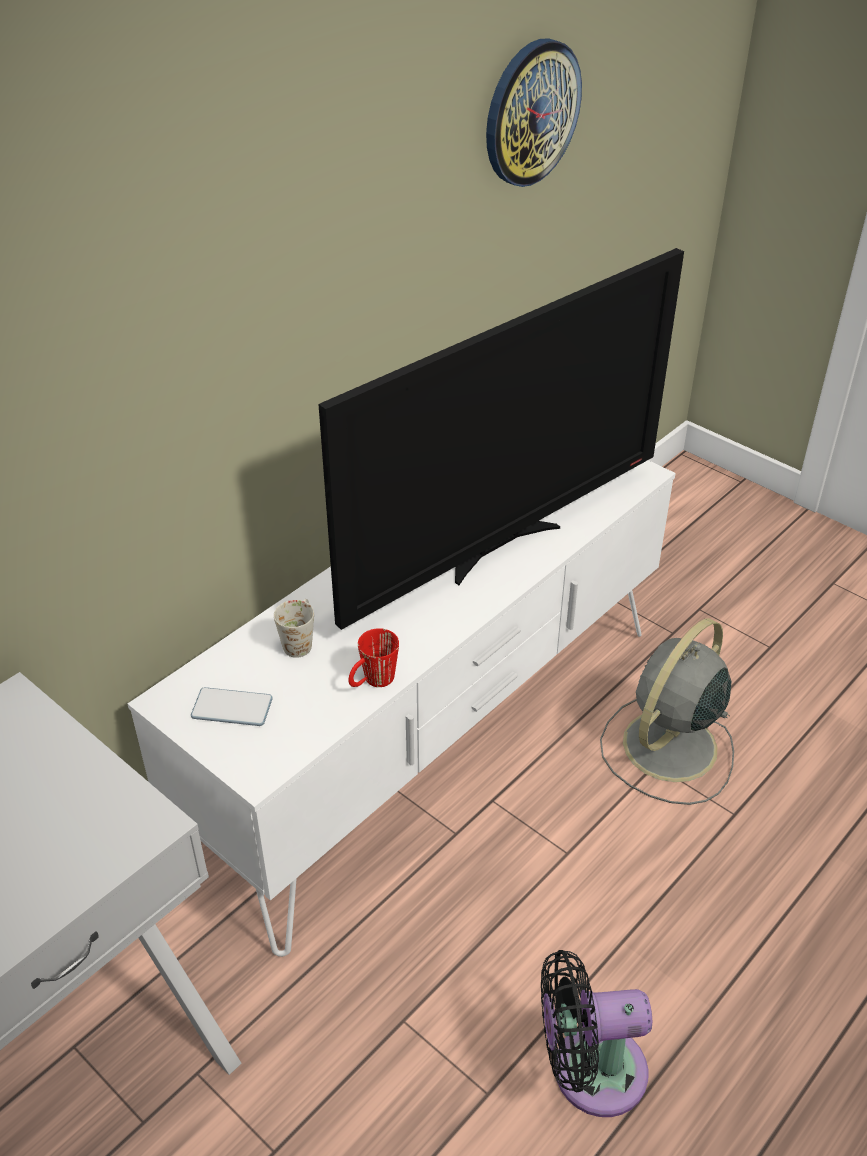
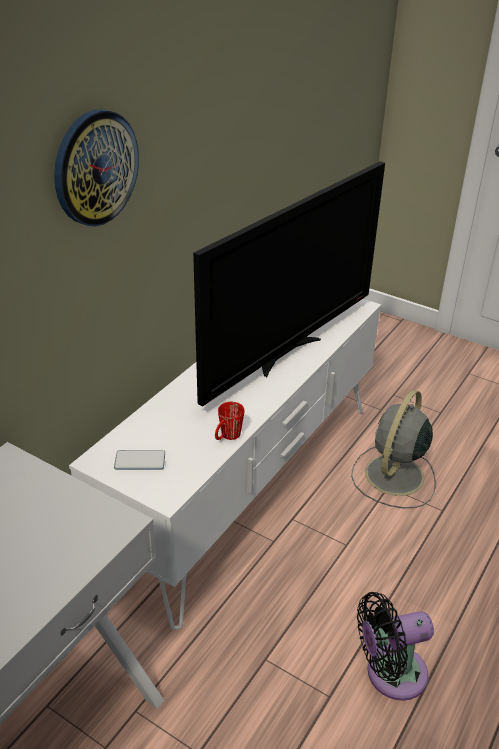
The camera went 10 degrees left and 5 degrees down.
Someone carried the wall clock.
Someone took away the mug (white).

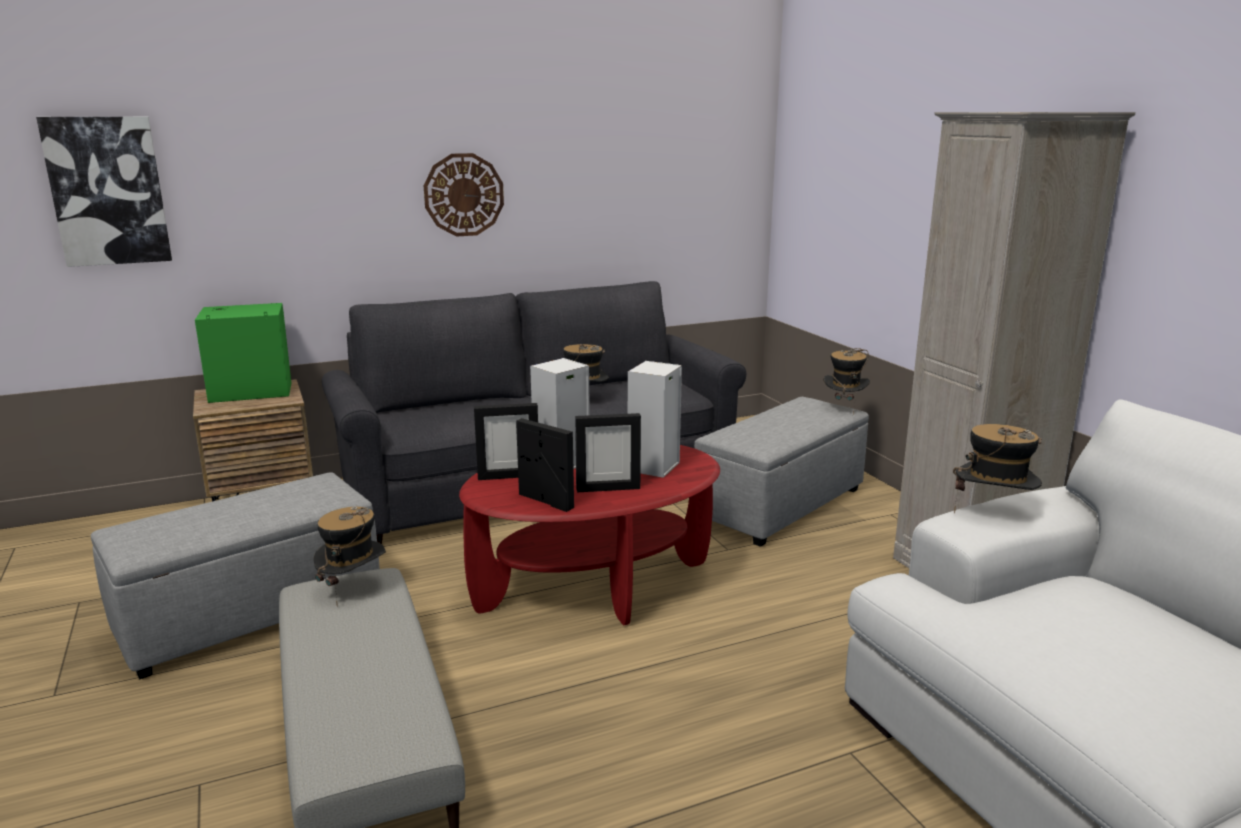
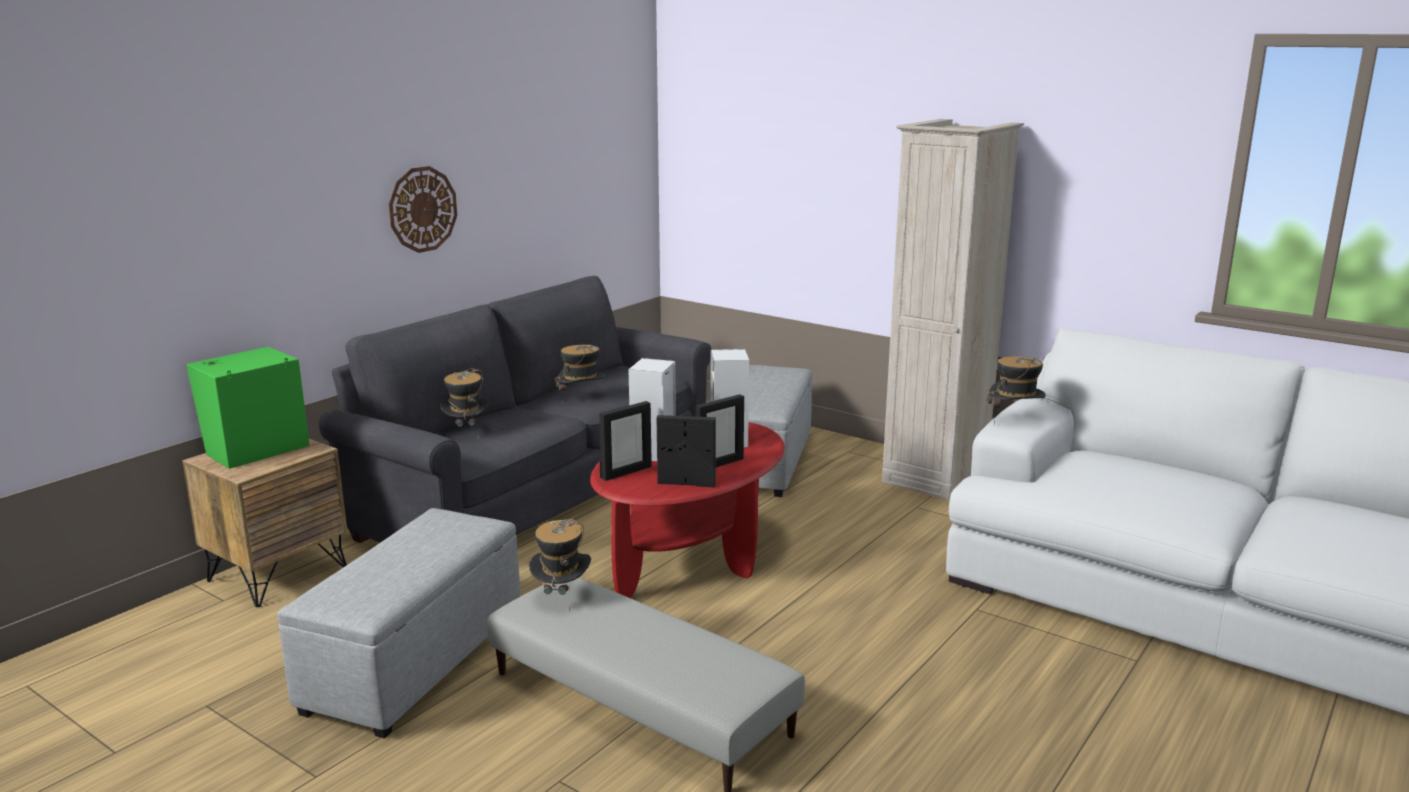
The camera went 30 degrees left and 0 degrees up.
Someone carried the hat (3rd from left in the first image).
Someone took away the picture.

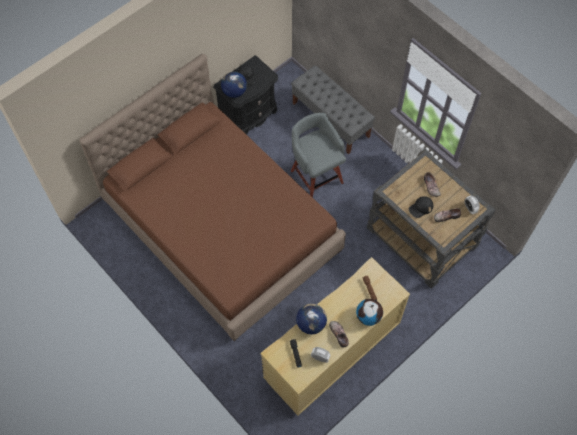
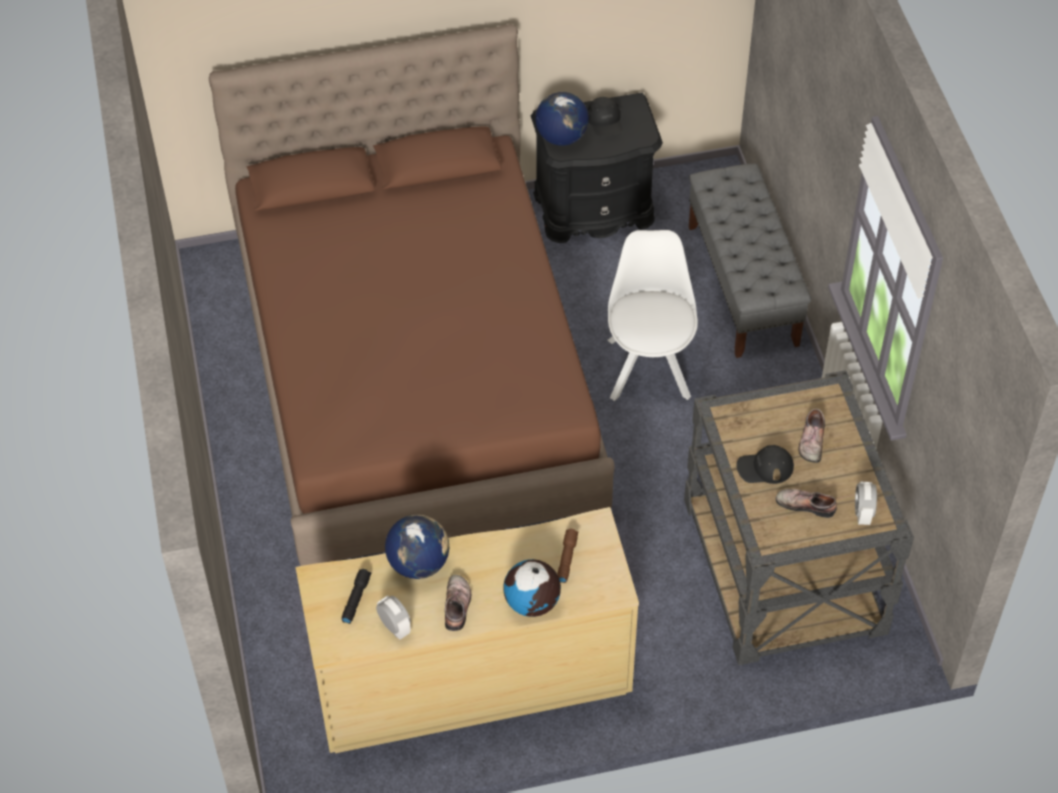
The camera went 30 degrees right and 10 degrees down.
Someone swapped the stool (grey) for the chair (white).

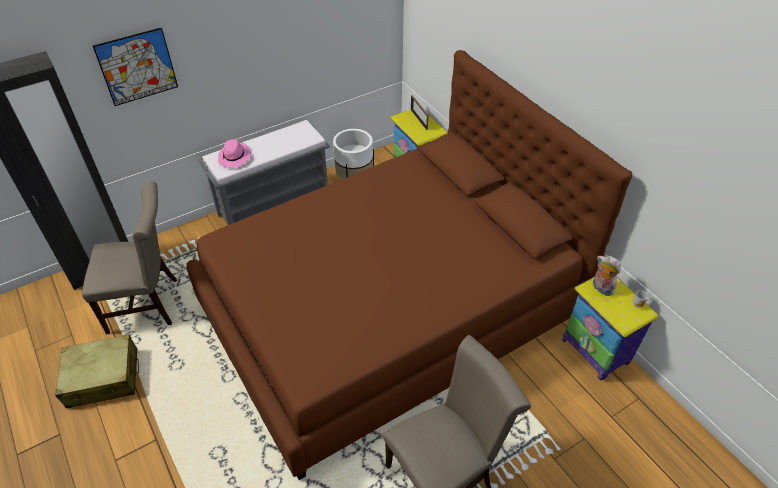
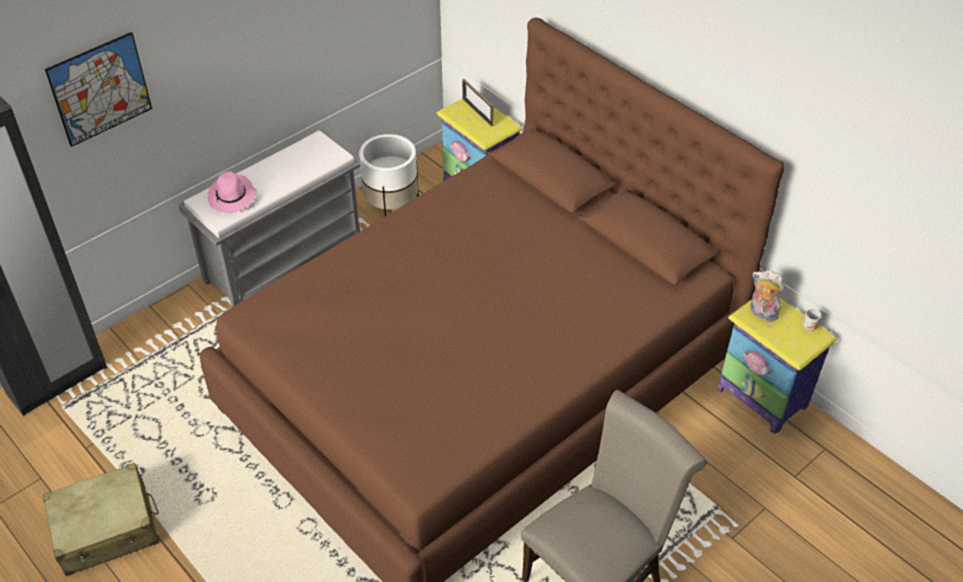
The camera went 10 degrees left and 0 degrees up.
Someone took away the chair (beige) (1st from left).

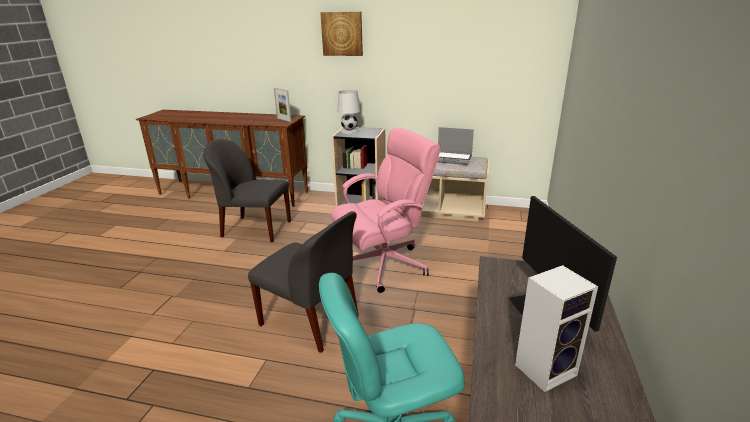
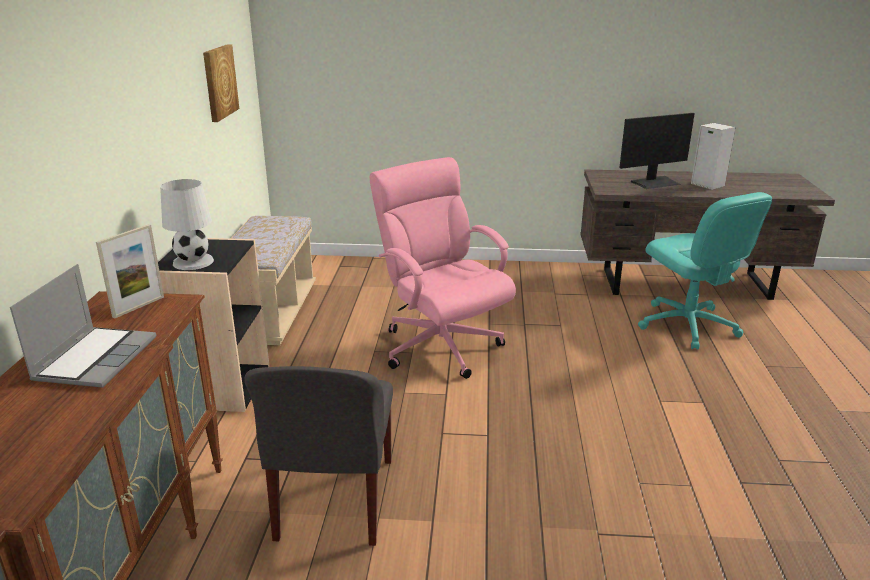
The camera went 100 degrees left and 0 degrees up.
Someone carried the laptop.
Someone carried the picture.
Someone took away the chair (grey) (2nd from left).

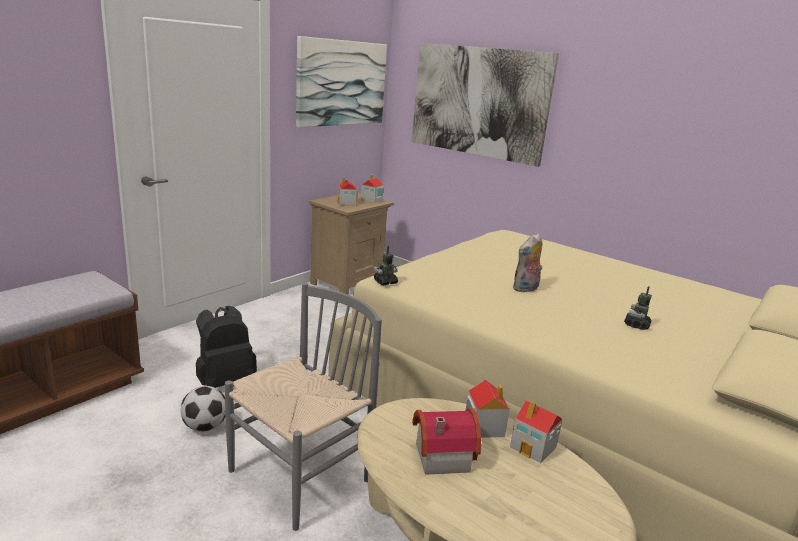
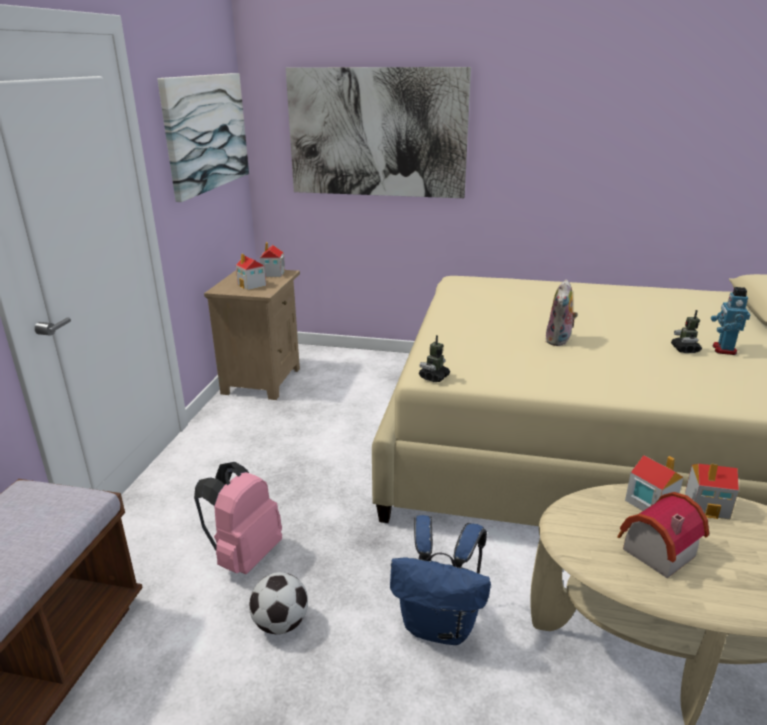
The camera went 25 degrees left and 5 degrees up.
Someone repainted the backpack (black), which became the backpack (pink).
Someone swapped the chair (grey) for the backpack (blue).
Someone put down the toy robot (3rd from left).

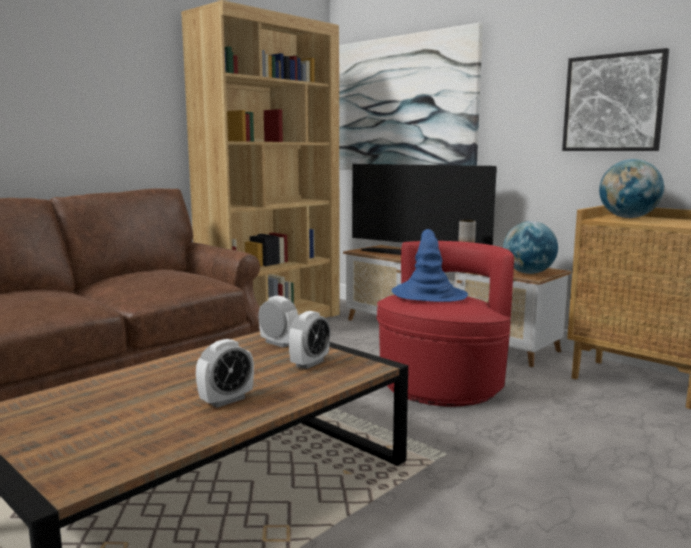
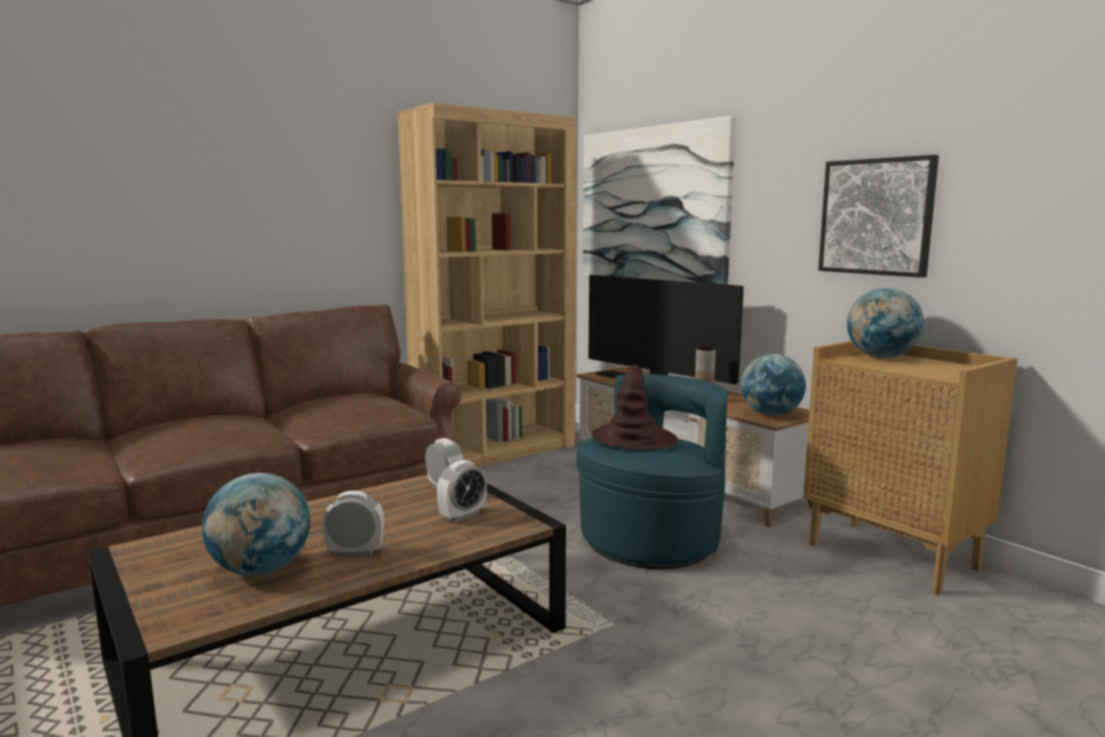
The camera went 10 degrees right and 0 degrees up.
Someone put down the globe (1st from left).
Someone rotated the alarm clock (1st from left) by 150 degrees counterclockwise.
Someone repainted the armchair (red), which became the armchair (turquoise).
Someone repainted the hat (blue), which became the hat (brown).

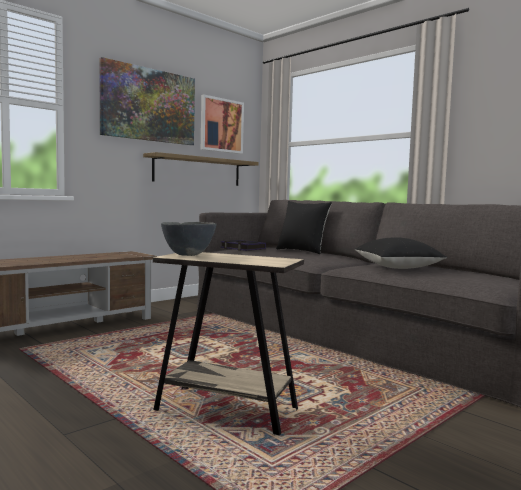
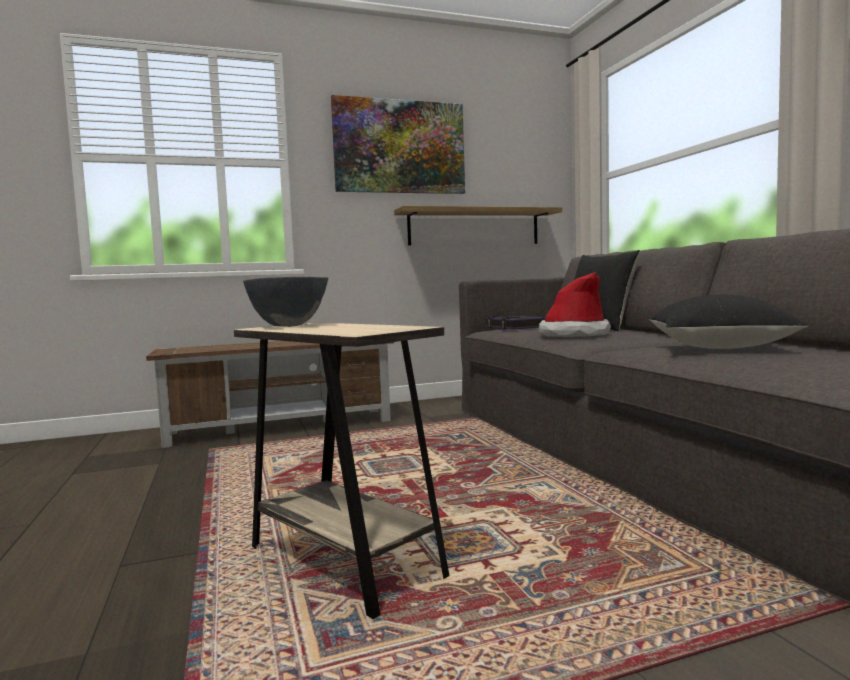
The camera went 25 degrees right and 0 degrees up.
Someone put down the hat.
Someone took away the picture (2nd from left).

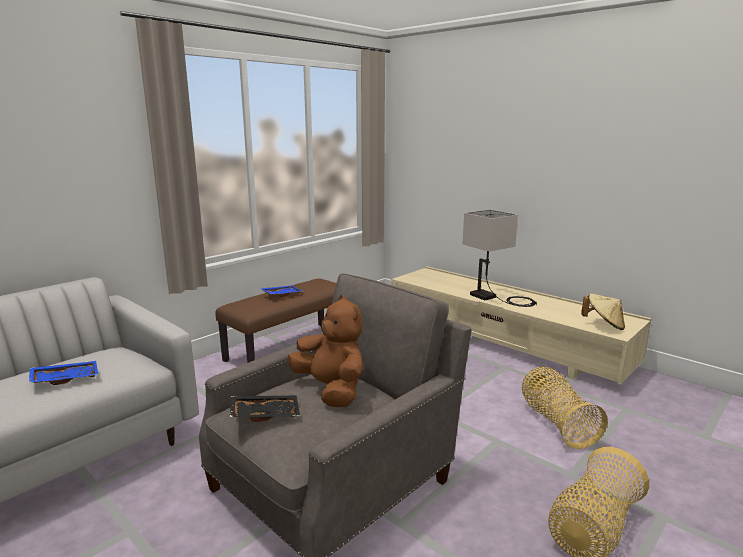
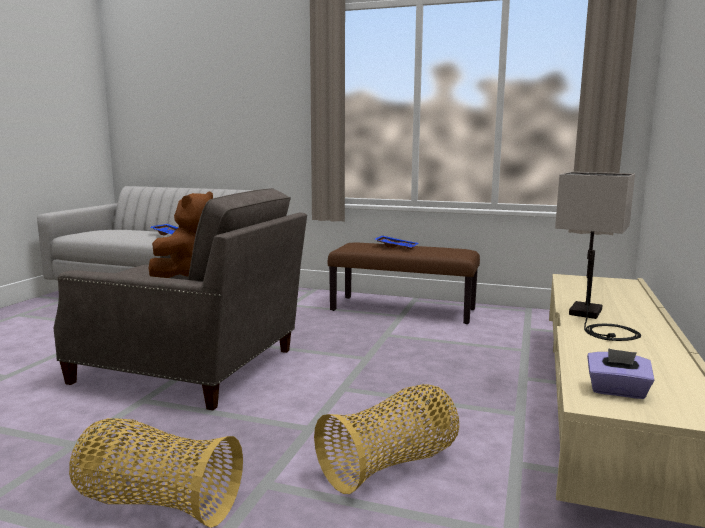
The camera went 65 degrees right and 5 degrees down.
Someone swapped the hat (beige) for the tissue box (purple).
Someone took away the tray (black).

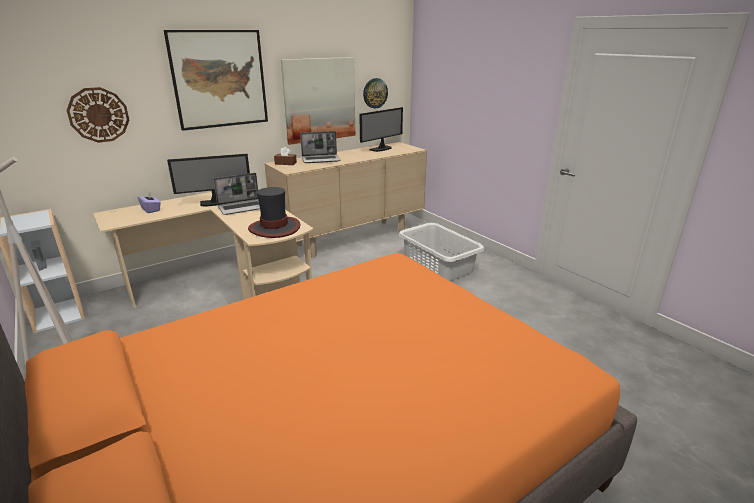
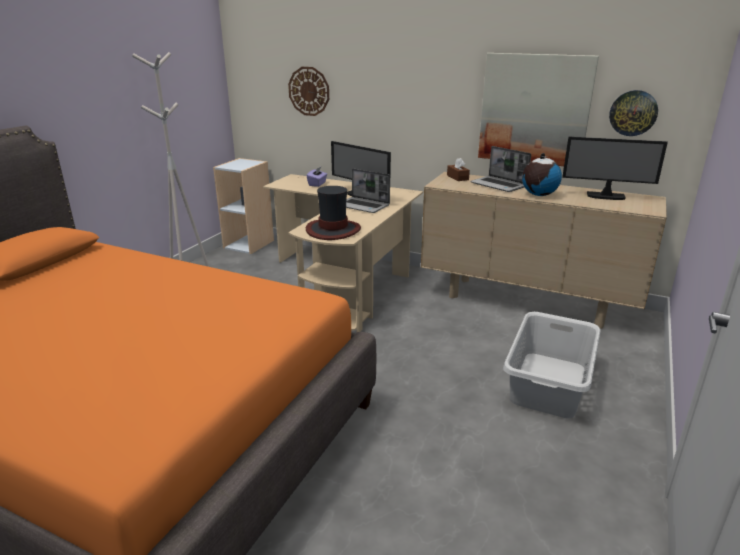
The camera went 60 degrees right and 0 degrees up.
Someone put down the globe.
Someone took away the picture (1st from left).

